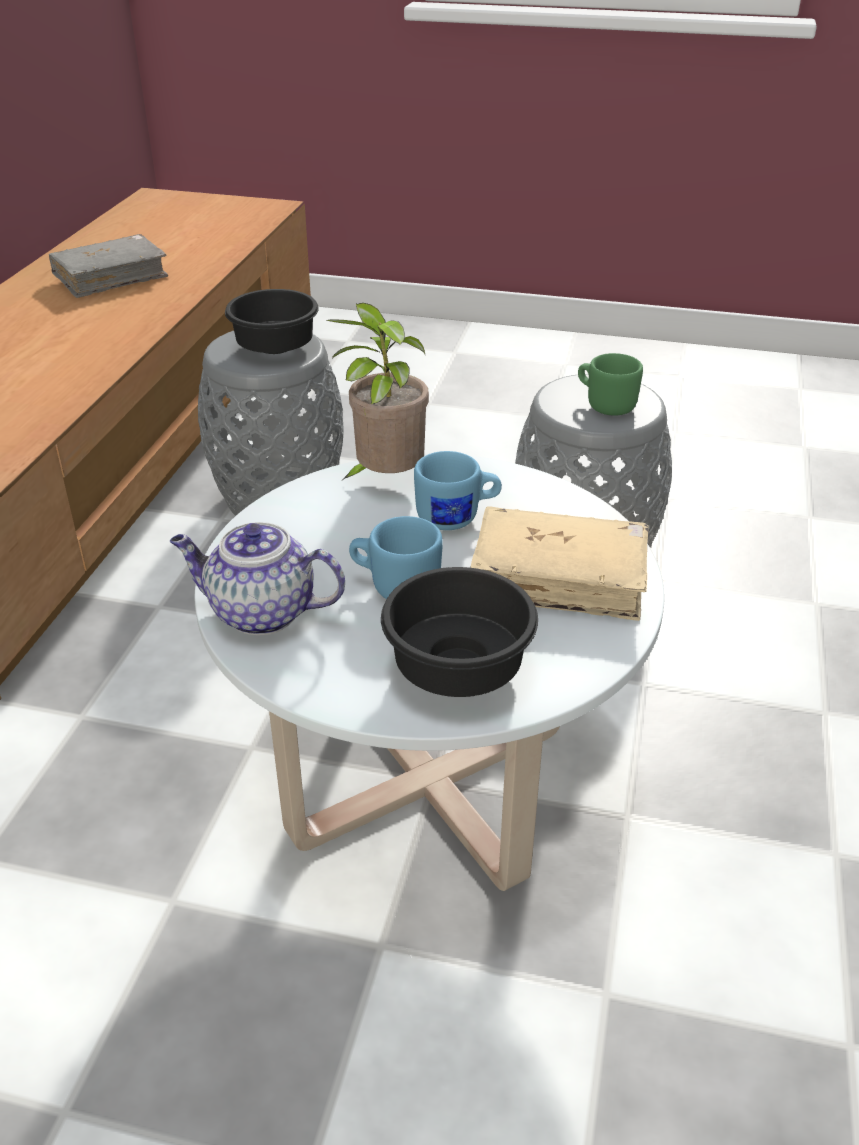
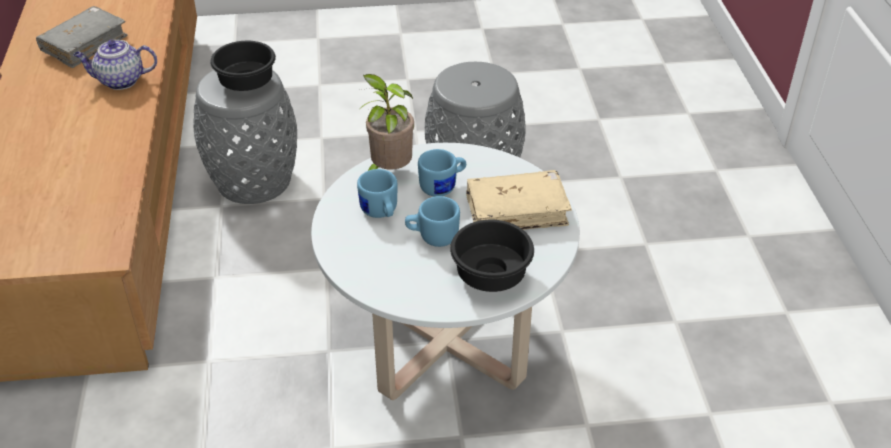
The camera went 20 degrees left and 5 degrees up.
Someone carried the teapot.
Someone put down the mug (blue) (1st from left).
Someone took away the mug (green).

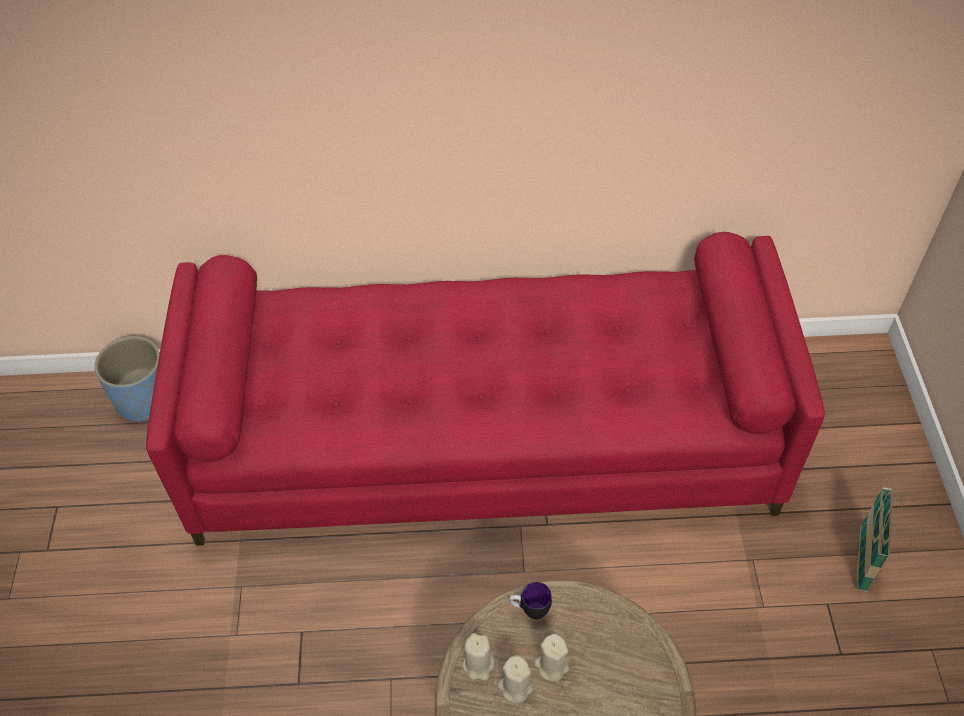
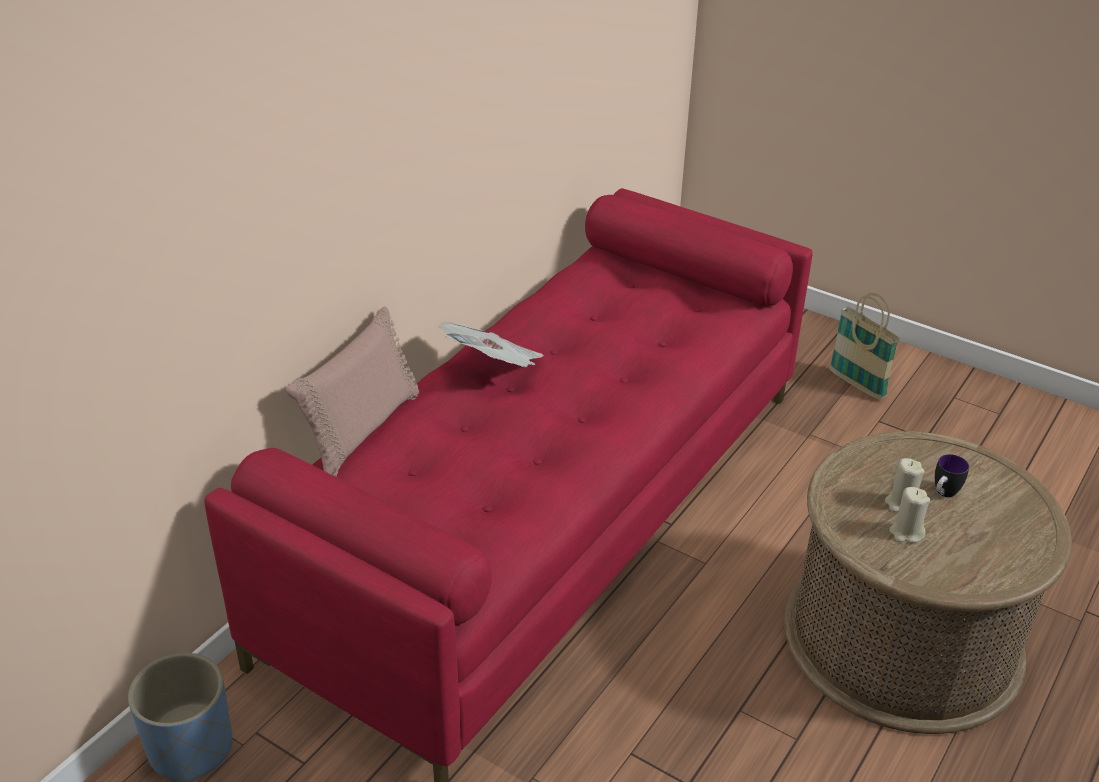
The camera went 55 degrees left and 15 degrees down.
Someone put down the pillow (beige).
Someone put down the newspaper.
Someone carried the mug.
Someone took away the candle (beige) (1st from left).

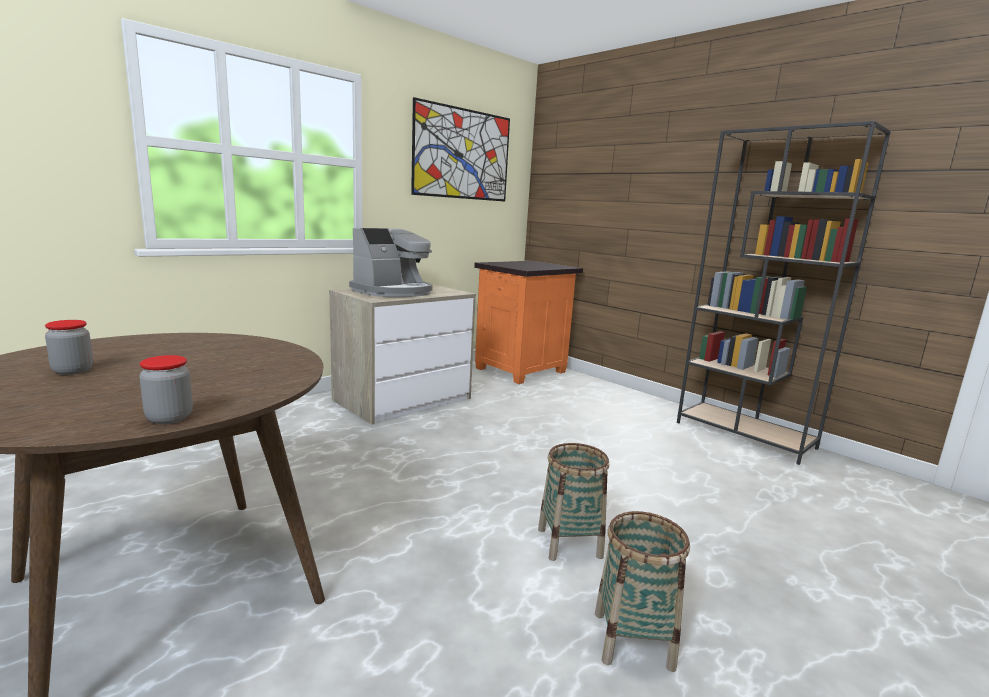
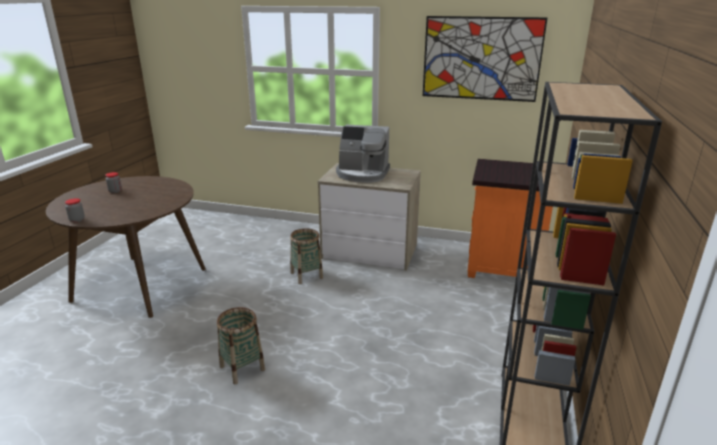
The camera went 60 degrees right and 10 degrees up.
Someone carried the basket (2nd from left).

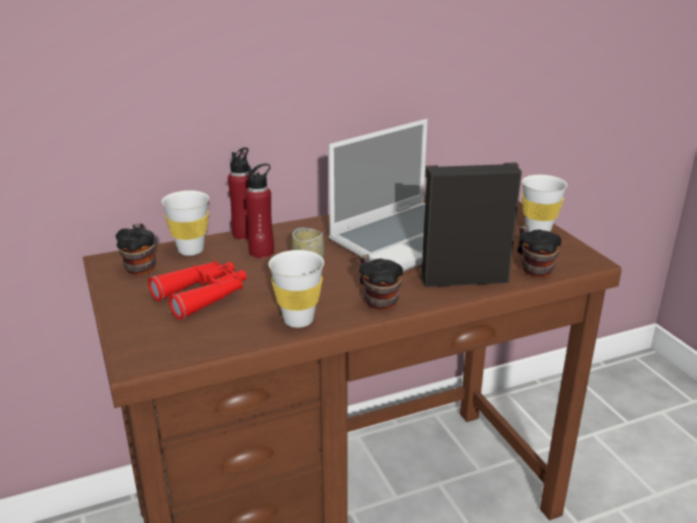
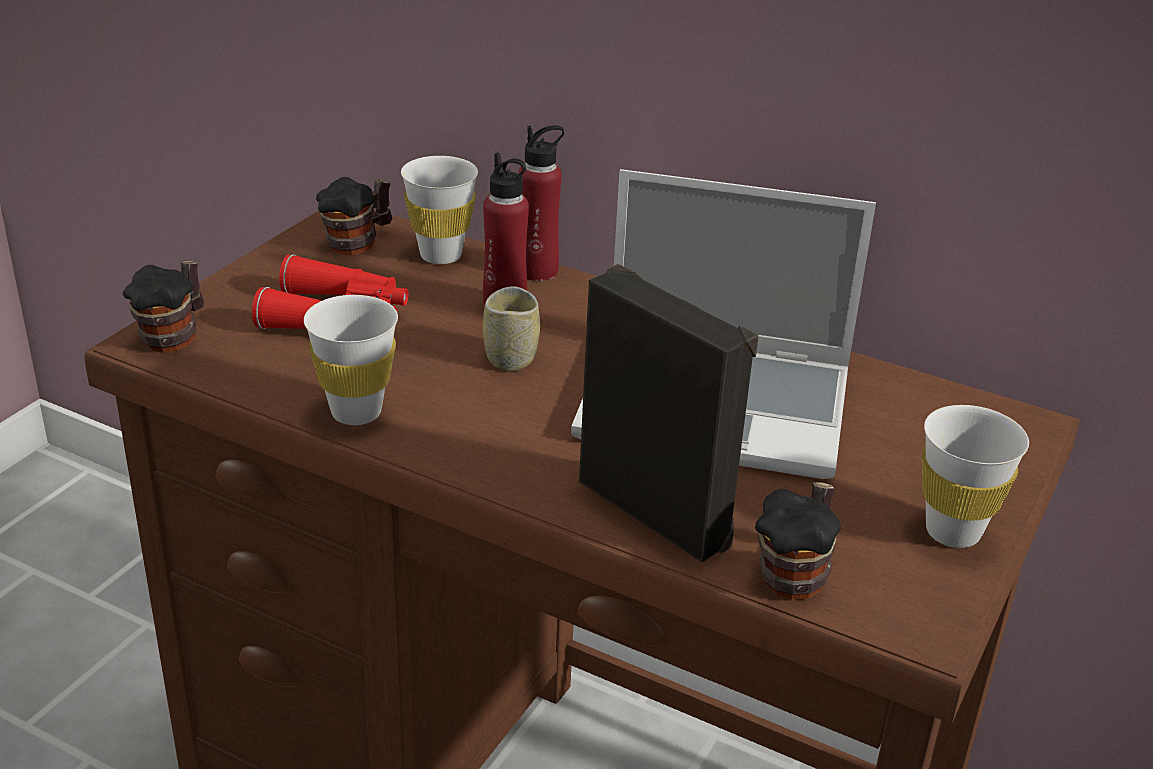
The camera went 50 degrees right and 5 degrees up.
Someone carried the mug (2nd from left in the first image).

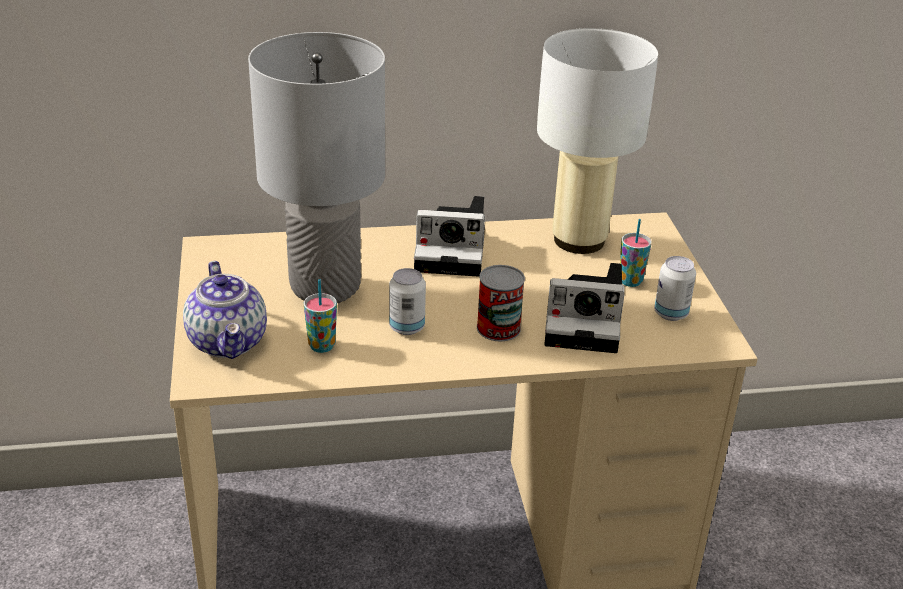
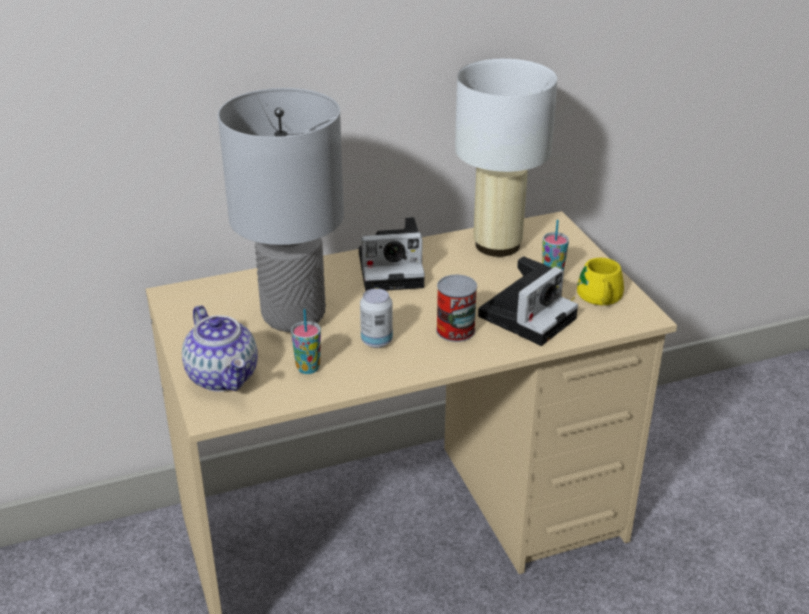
The camera went 10 degrees left and 0 degrees up.
Someone rotated the photo camera (2nd from left) by 45 degrees counterclockwise.
Someone swapped the can (3rd from left) for the mug (yellow).

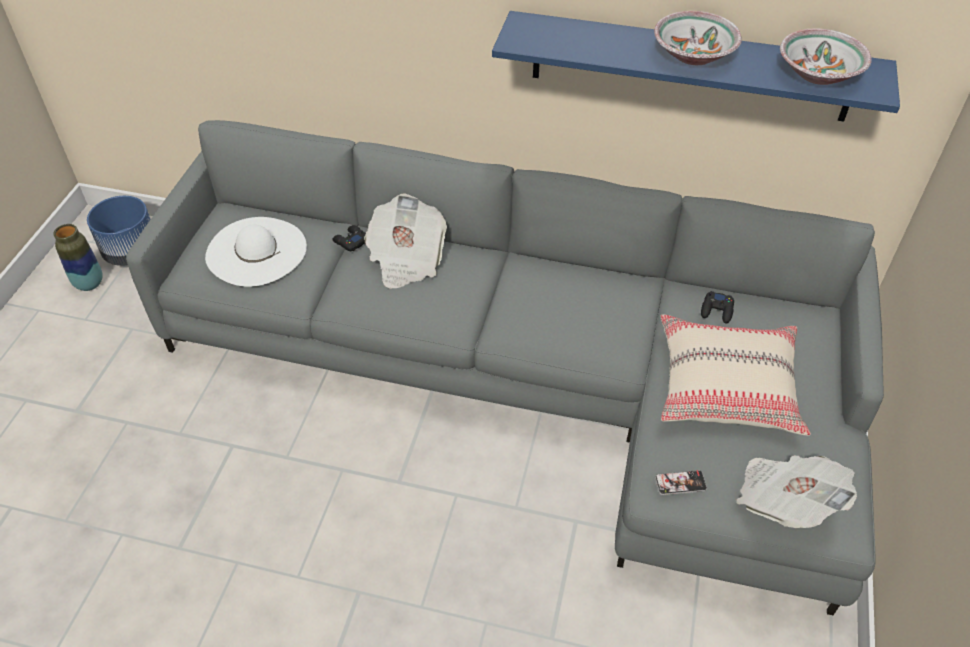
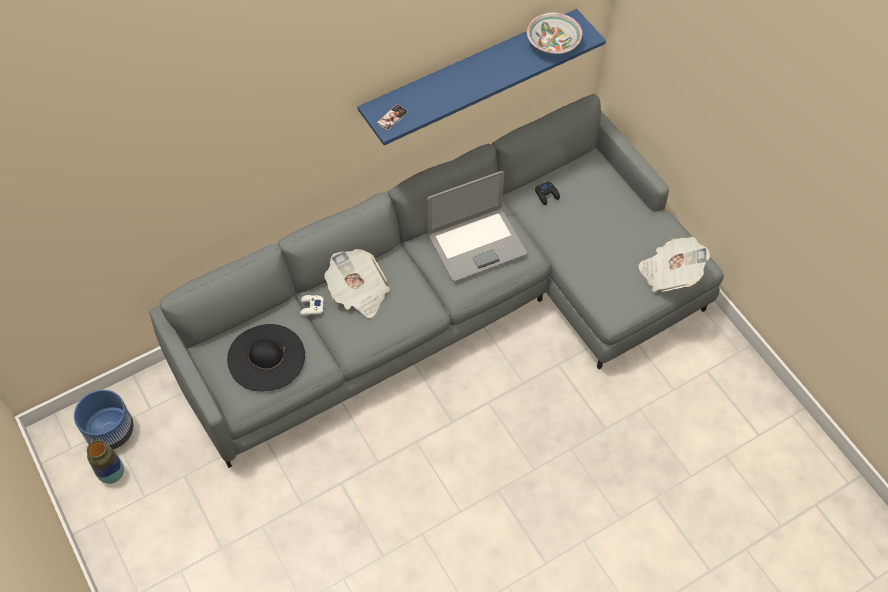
The camera went 45 degrees left and 10 degrees up.
Someone repainted the hat (white), which became the hat (black).
Someone repainted the game controller (black) (1st from left), which became the game controller (white).
Someone carried the phone.
Someone put down the laptop.
Someone took away the bowl (1st from left).
Someone took away the pillow (beige).

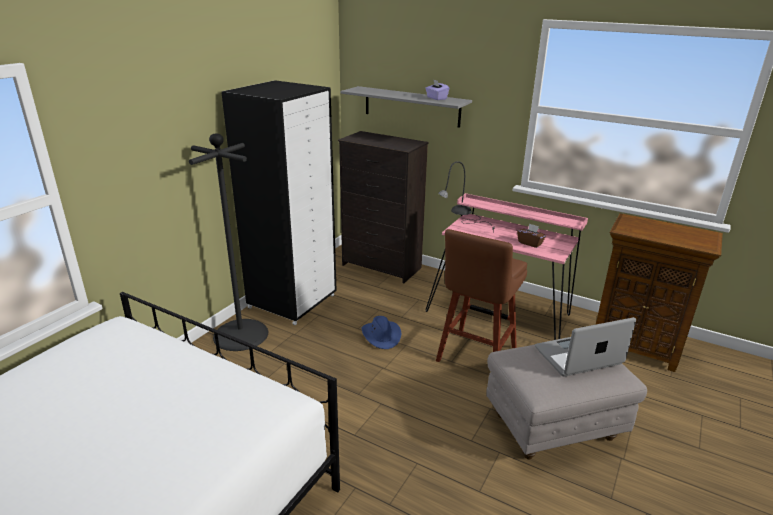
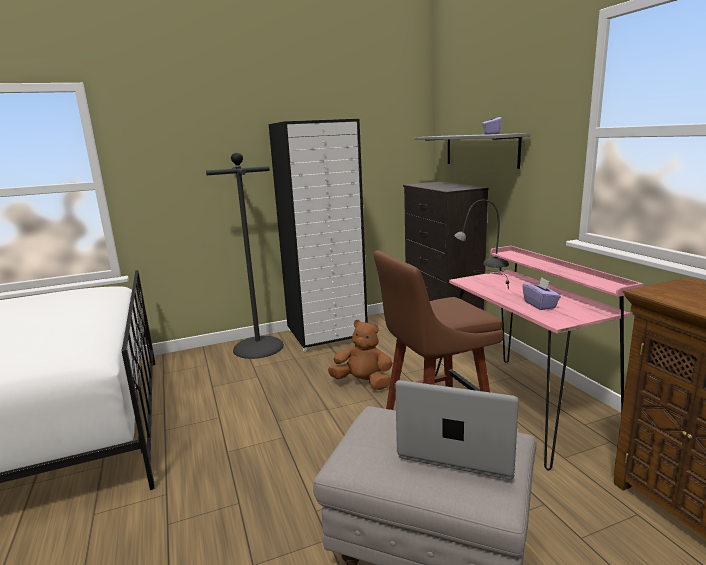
The camera went 40 degrees right and 10 degrees down.
Someone swapped the hat (blue) for the plush toy (brown).
Someone repainted the tissue box (brown), which became the tissue box (purple) (2nd from left).

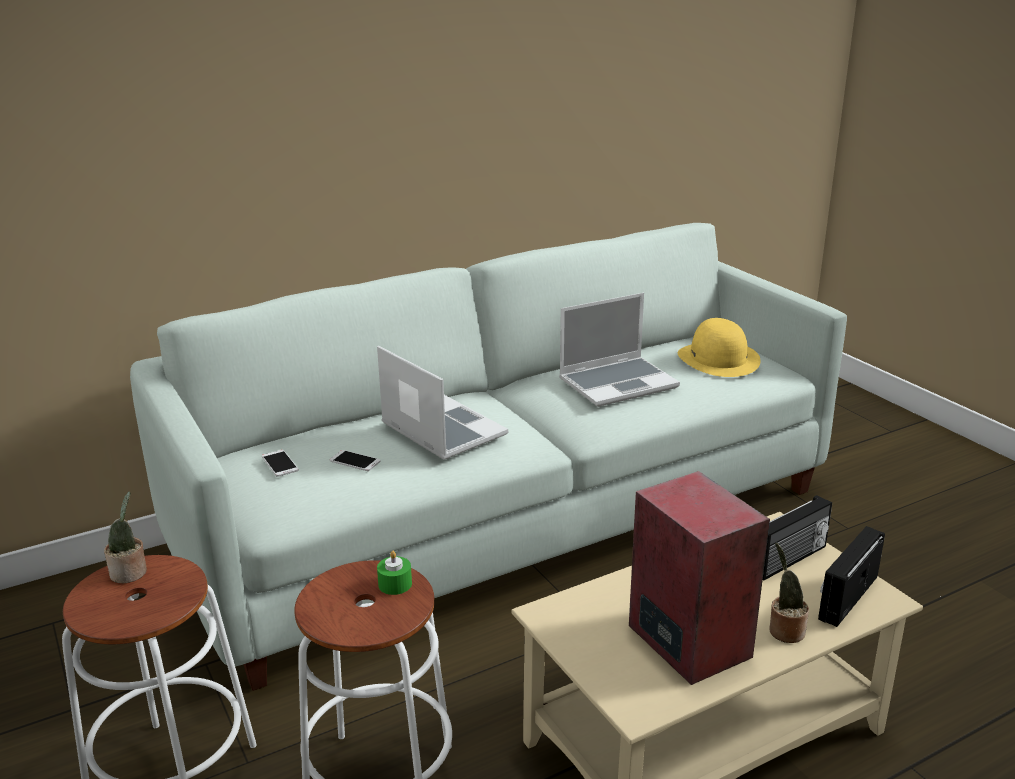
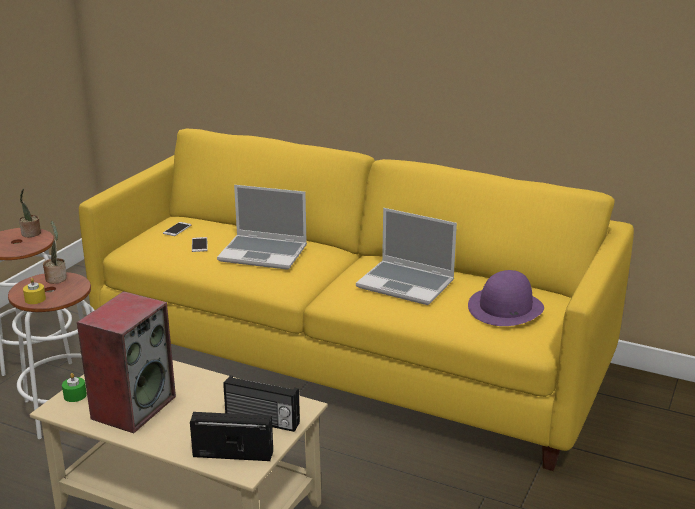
The camera went 55 degrees right and 0 degrees up.
Someone put down the candle (yellow).
Someone carried the potted plant (2nd from left).
Someone carried the candle (green).
Someone repainted the sofa (white), which became the sofa (yellow).
Someone rotated the laptop (1st from left) by 90 degrees clockwise.
Someone repainted the hat (yellow), which became the hat (purple).

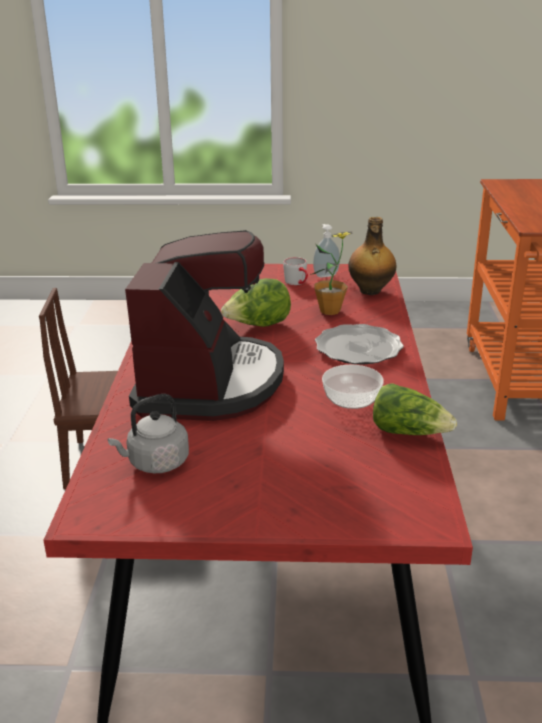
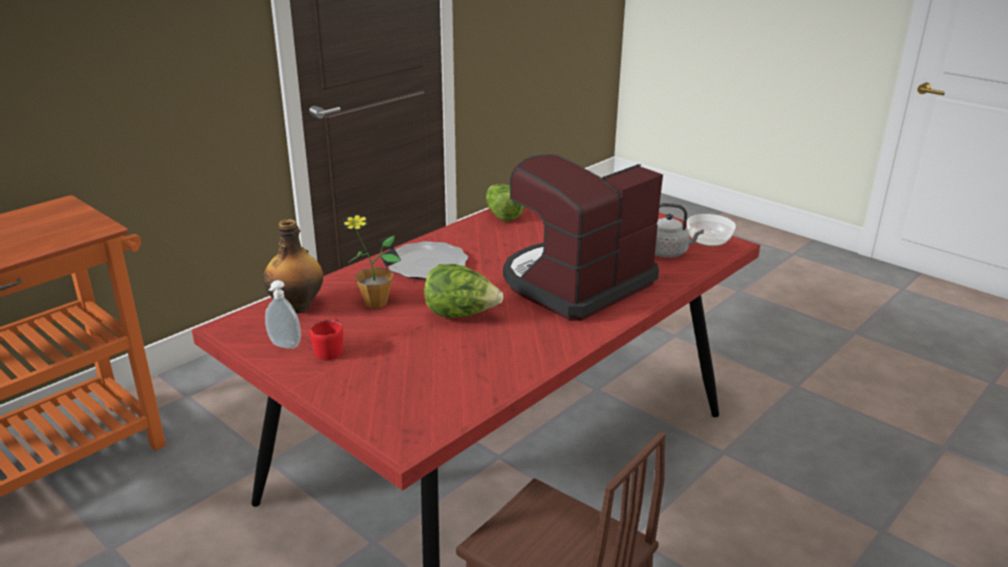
The camera went 140 degrees left and 0 degrees up.
Someone repainted the mug (grey), which became the mug (red).
Someone carried the bowl.

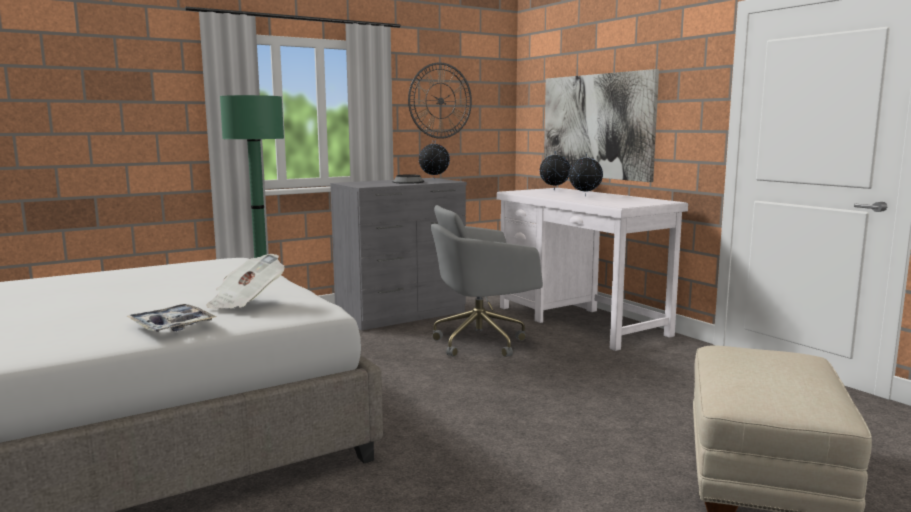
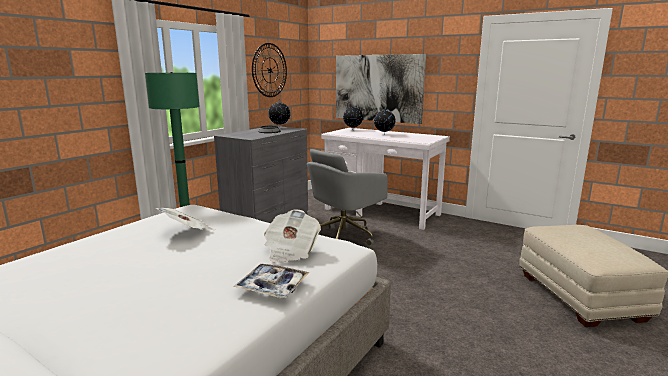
The camera went 25 degrees left and 5 degrees up.
Someone put down the newspaper (1st from left).

